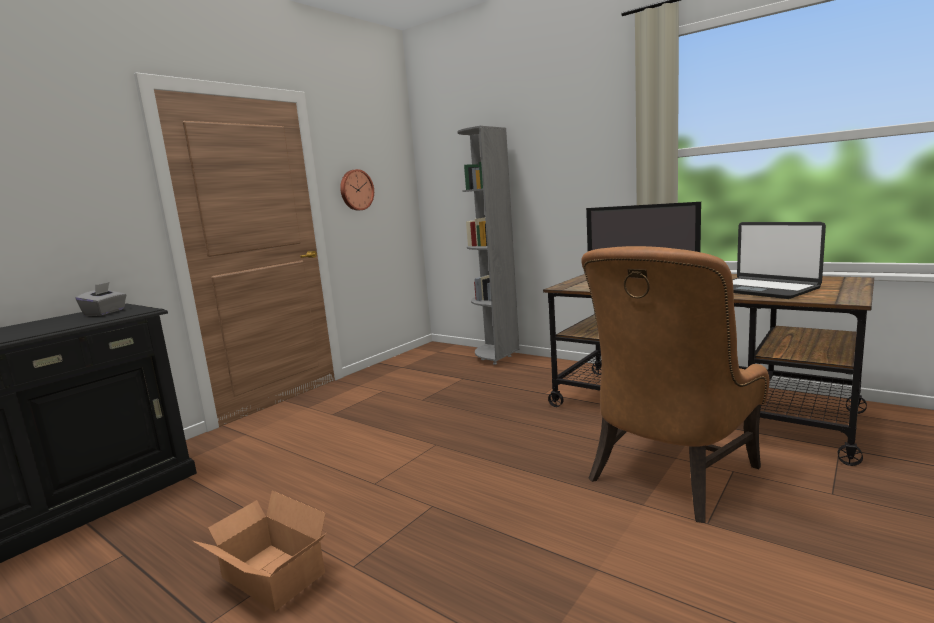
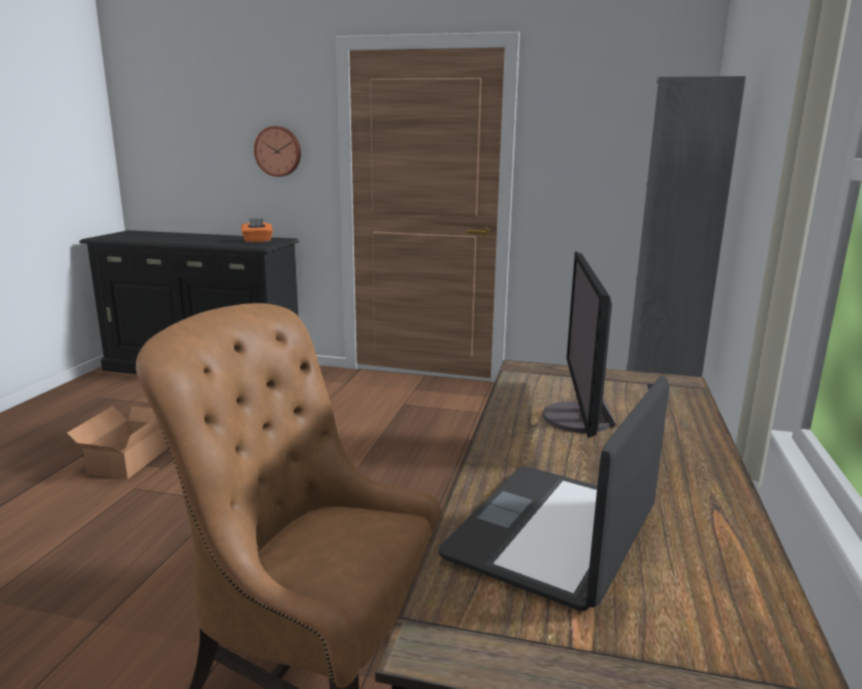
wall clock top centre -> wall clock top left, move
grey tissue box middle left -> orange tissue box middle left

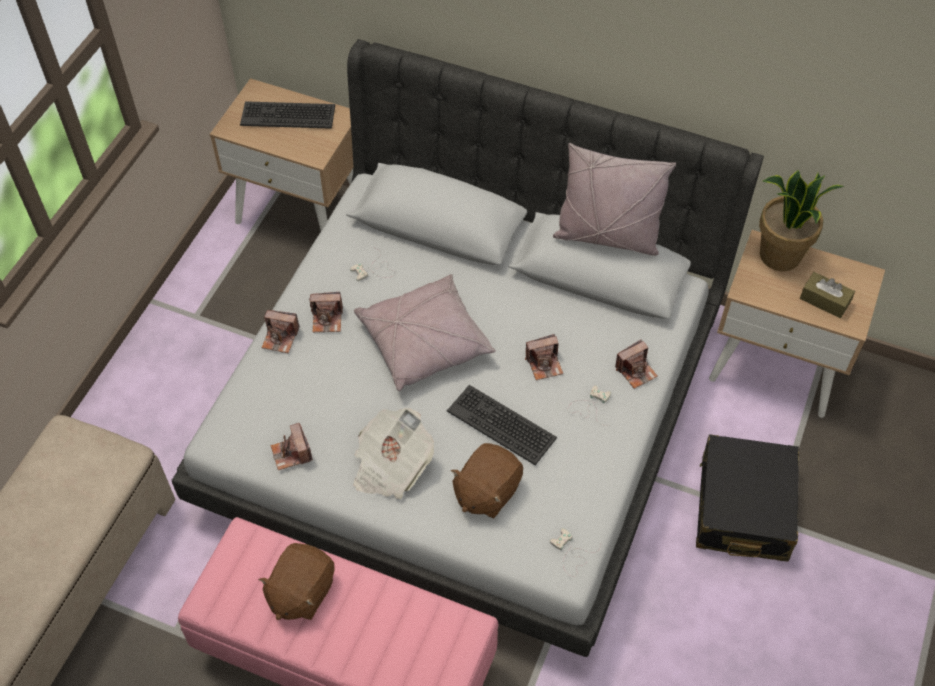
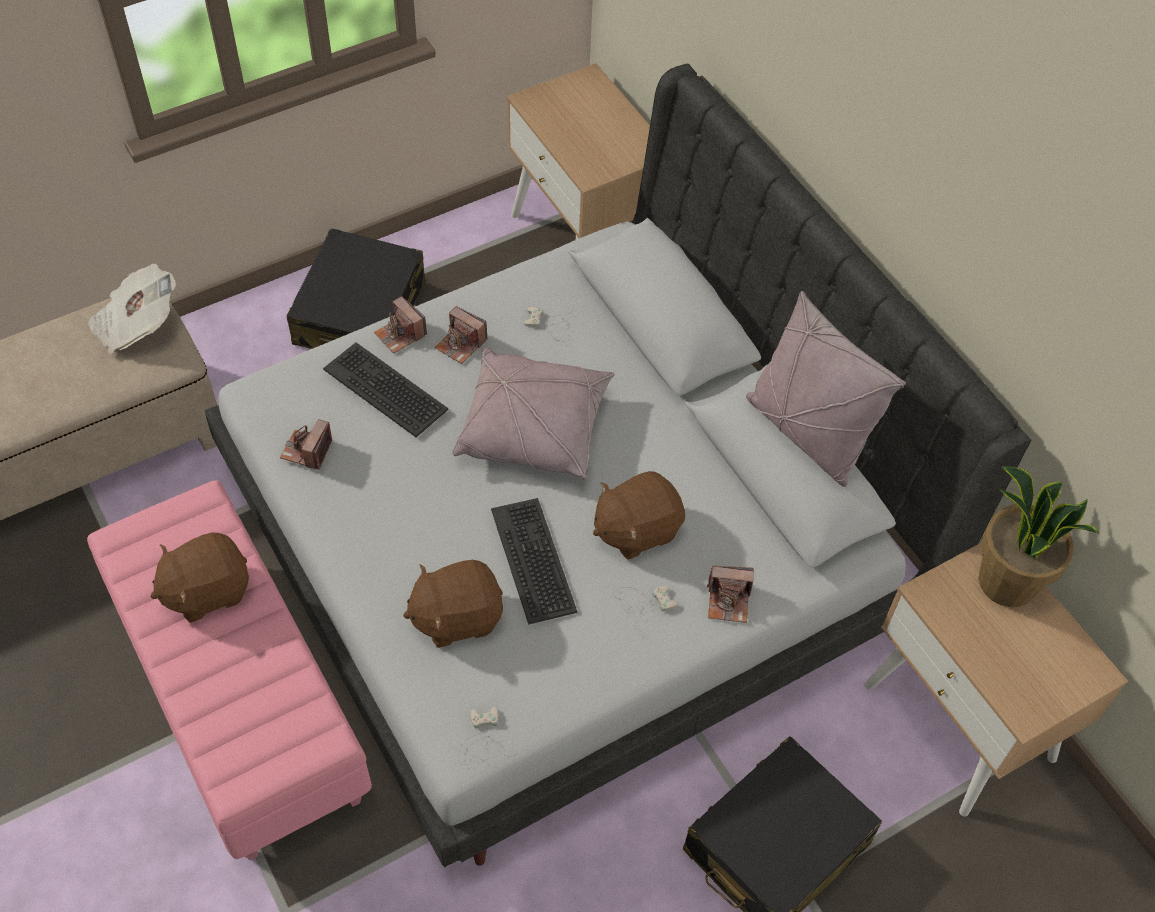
keyboard (1st from left) top left -> keyboard (1st from left) centre, move
brown tissue box middle right -> none
photo camera (4th from left) centre -> brown plush toy (3rd from left) centre
newspaper centre -> newspaper middle left, move
none -> black suitcase (1st from left) top left

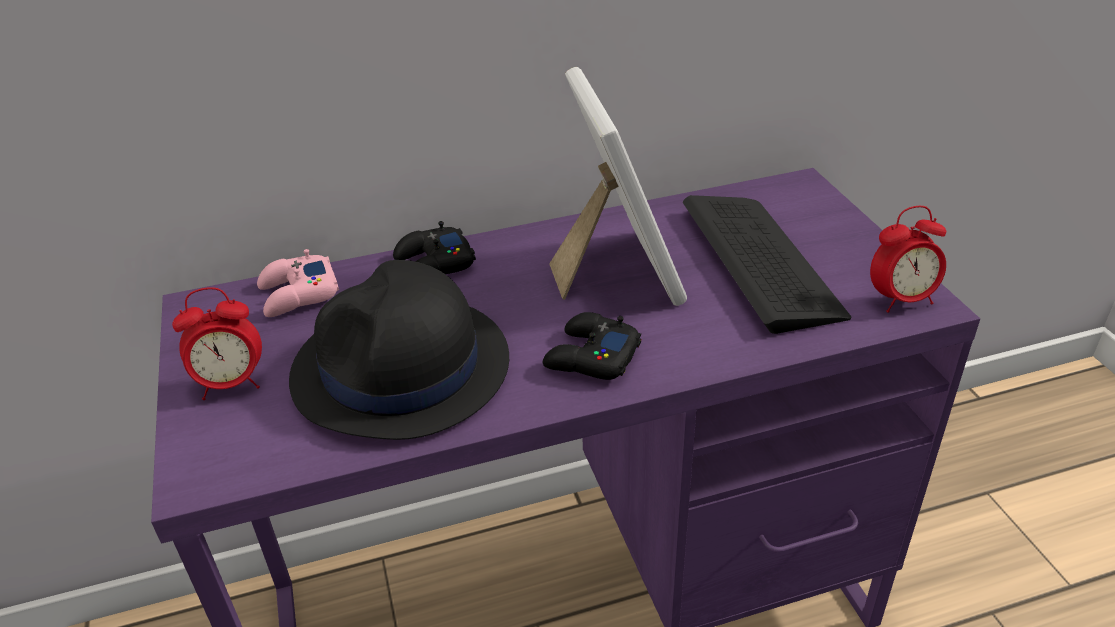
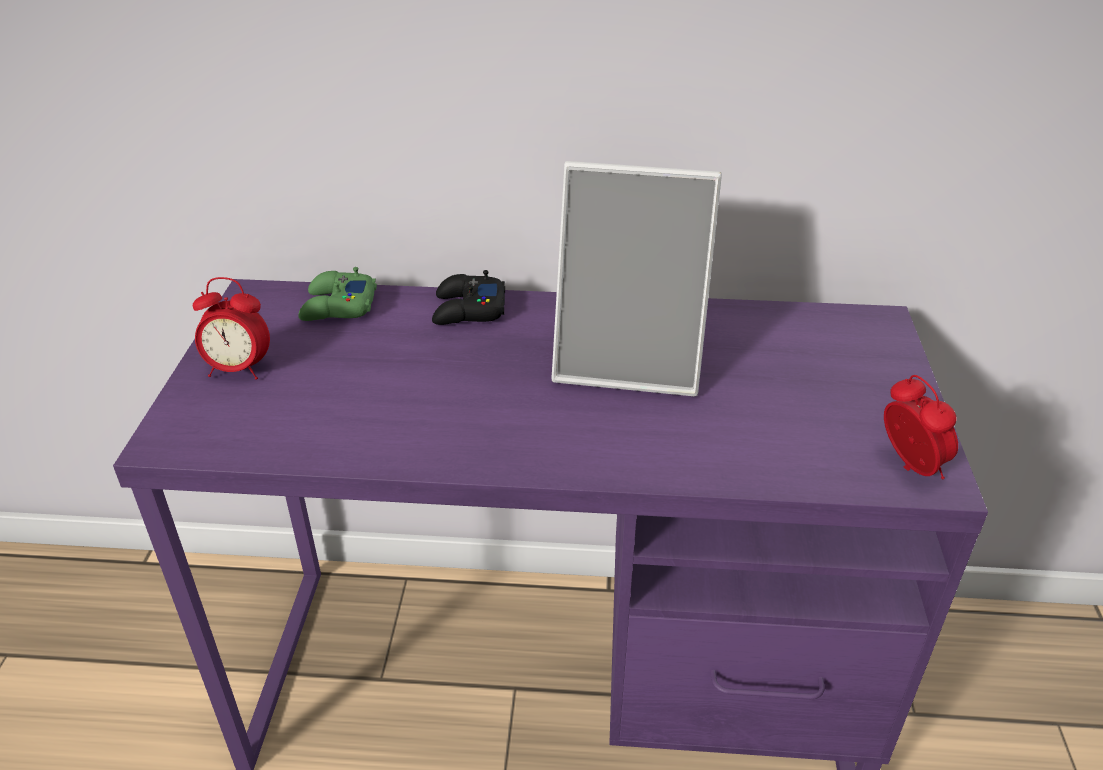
picture frame top centre -> picture frame centre, 90 degrees clockwise
keyboard middle right -> none
alarm clock (2nd from left) middle right, 120 degrees counterclockwise
pink game controller middle left -> green game controller middle left
black hat centre -> none
black game controller (2nd from left) centre -> none

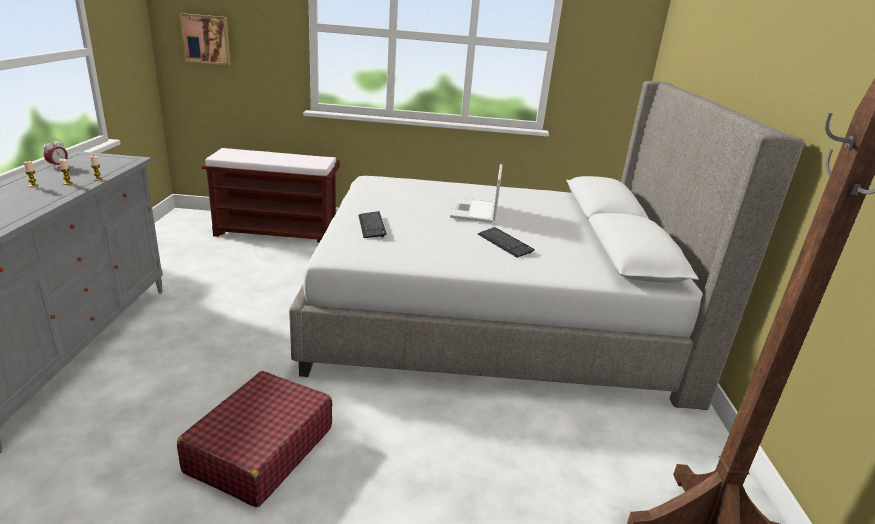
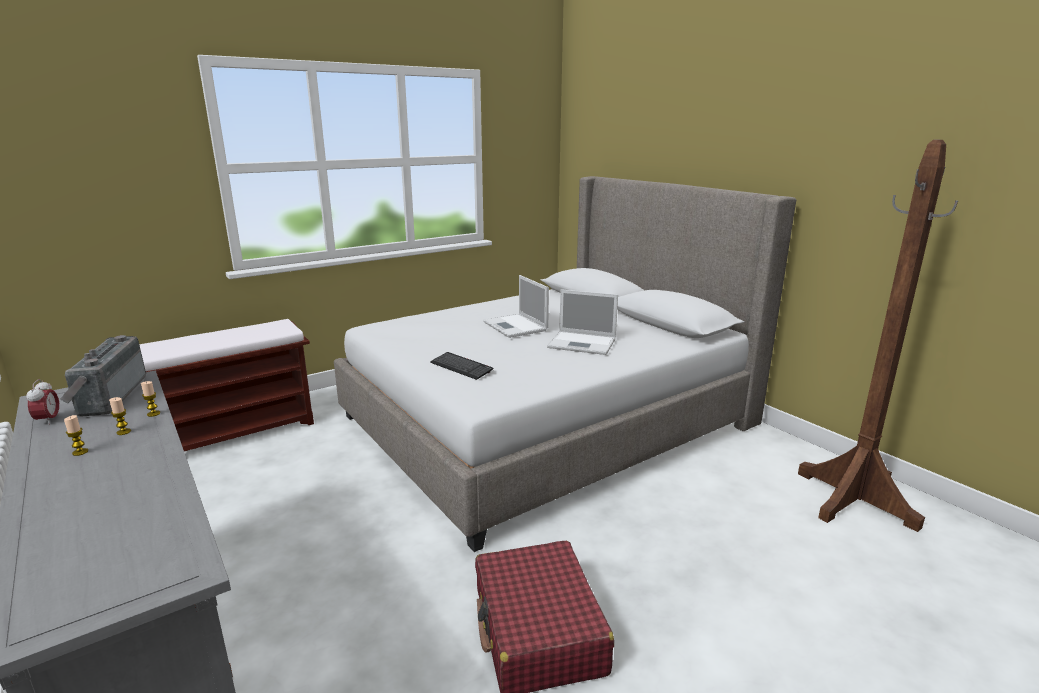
picture top left -> none
keyboard (2nd from left) centre -> laptop (2nd from left) centre
none -> radio middle left

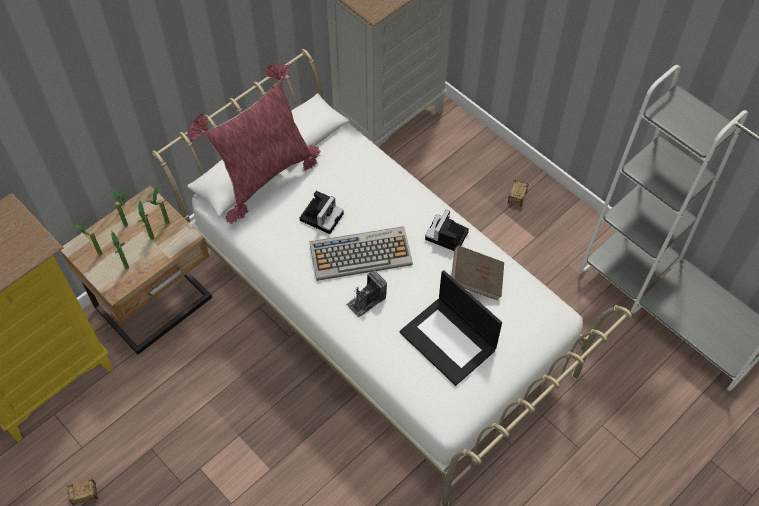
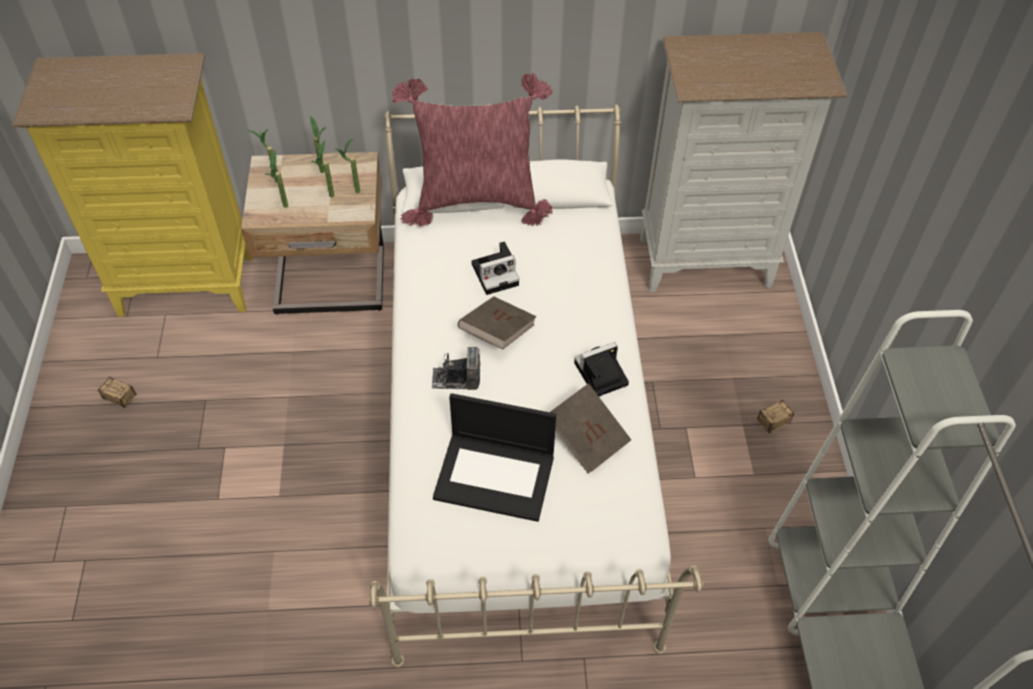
keyboard centre -> brown book (1st from left) centre
laptop centre, 75 degrees counterclockwise

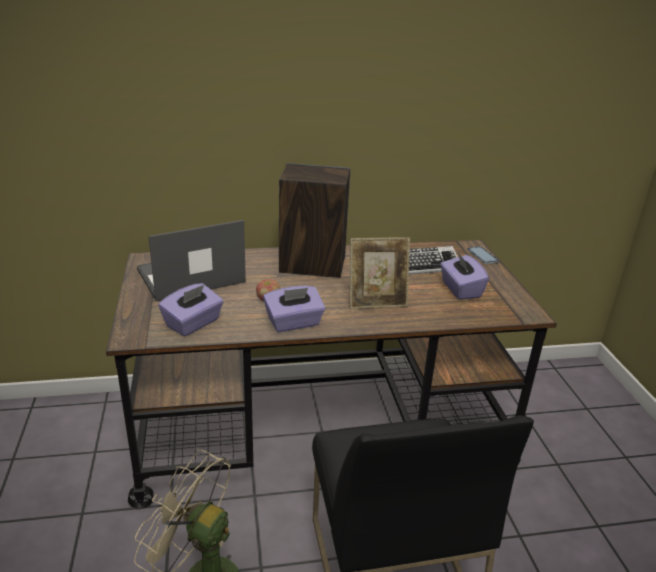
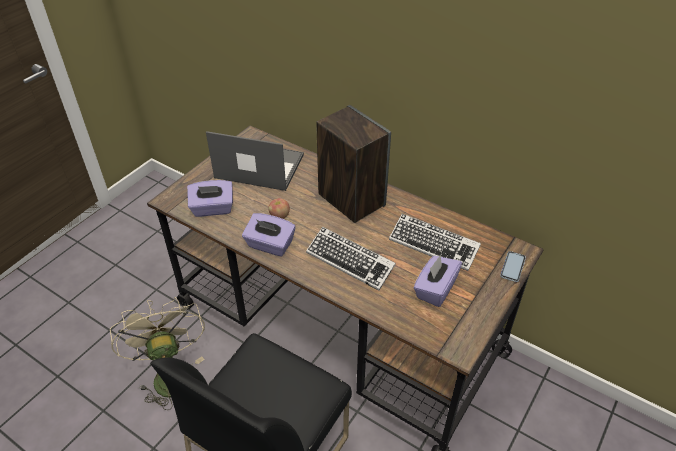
picture frame centre -> keyboard (1st from left) centre

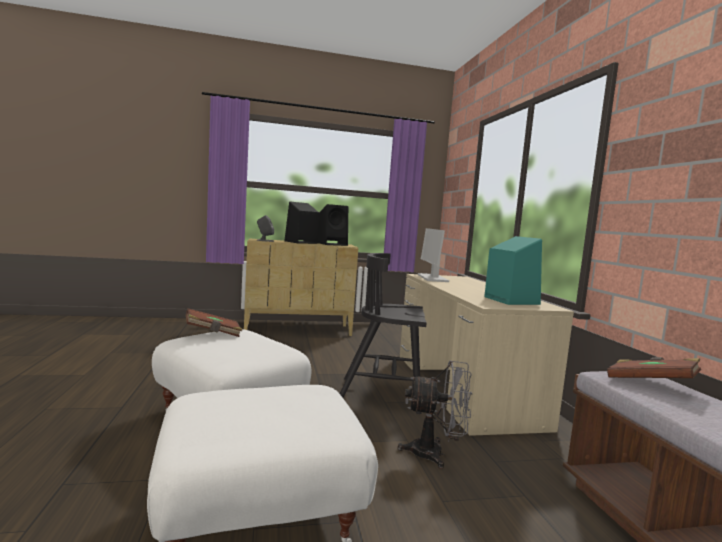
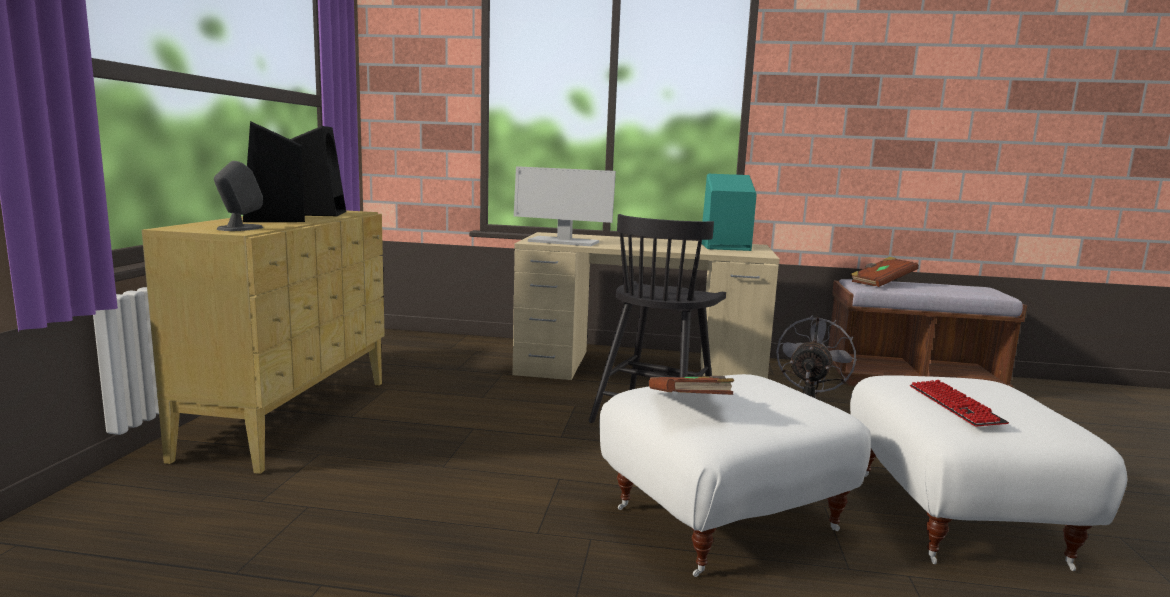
none -> keyboard bottom right

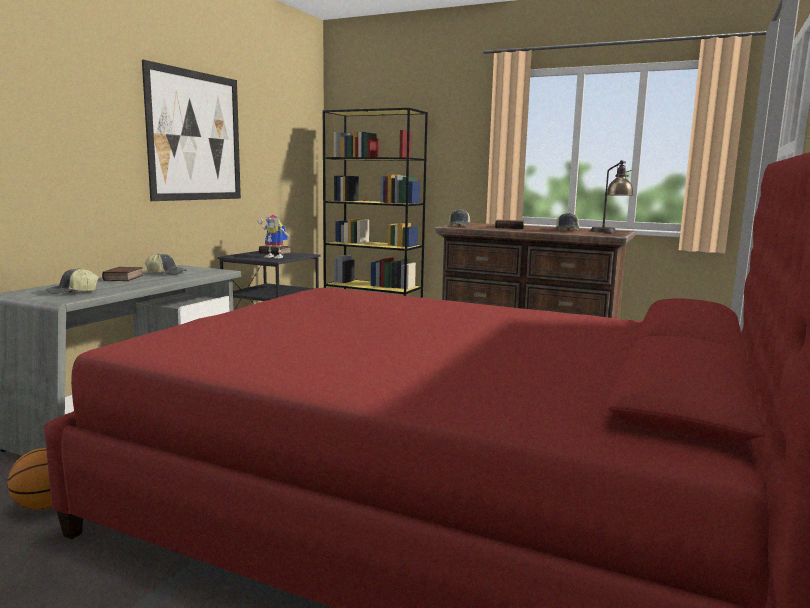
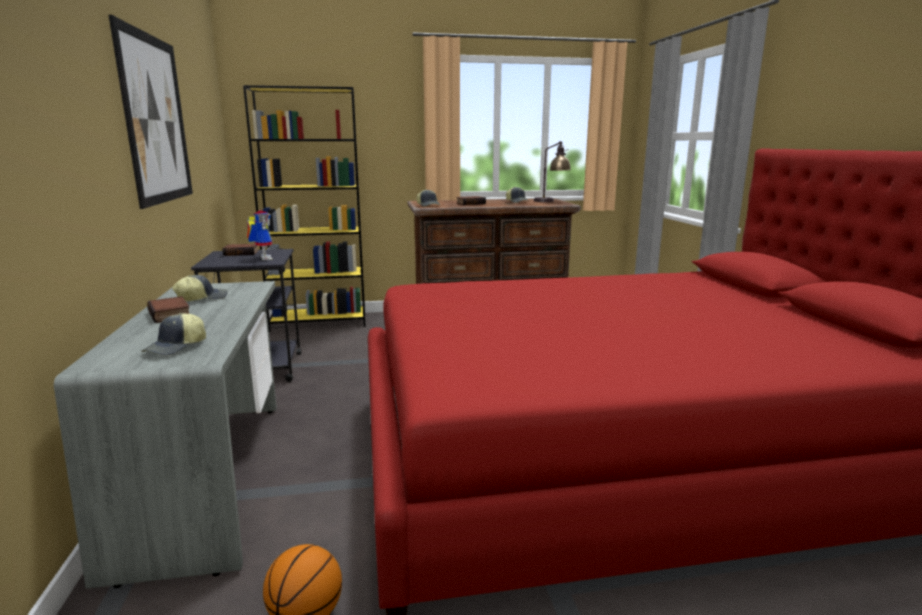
toy robot centre -> toy robot middle left, 105 degrees counterclockwise

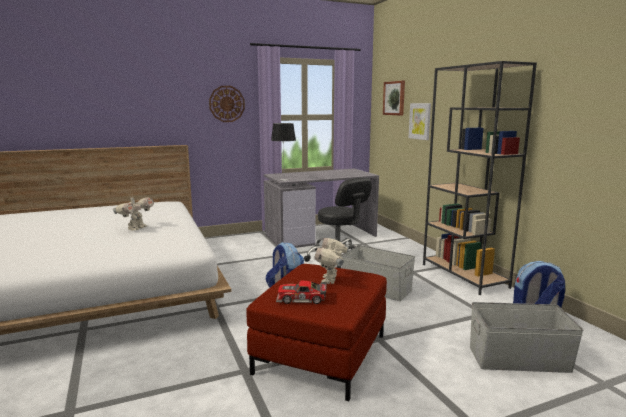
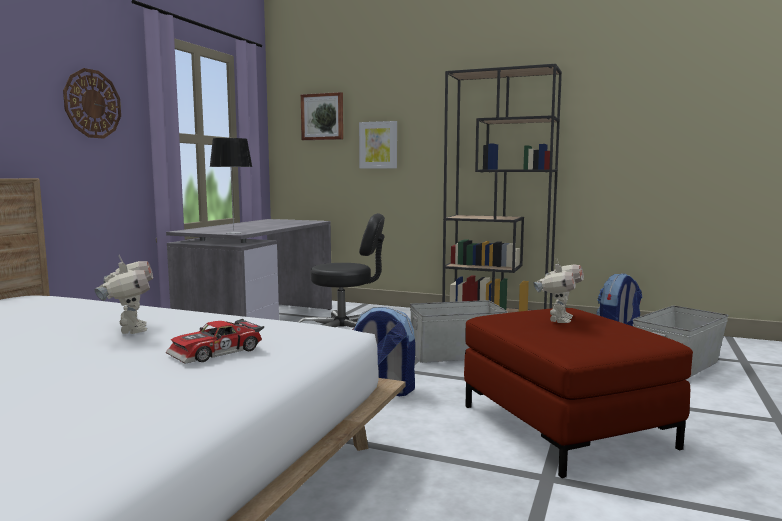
toy robot (2nd from left) centre -> toy robot (2nd from left) middle right, 120 degrees counterclockwise
toy car bottom centre -> toy car middle left, move

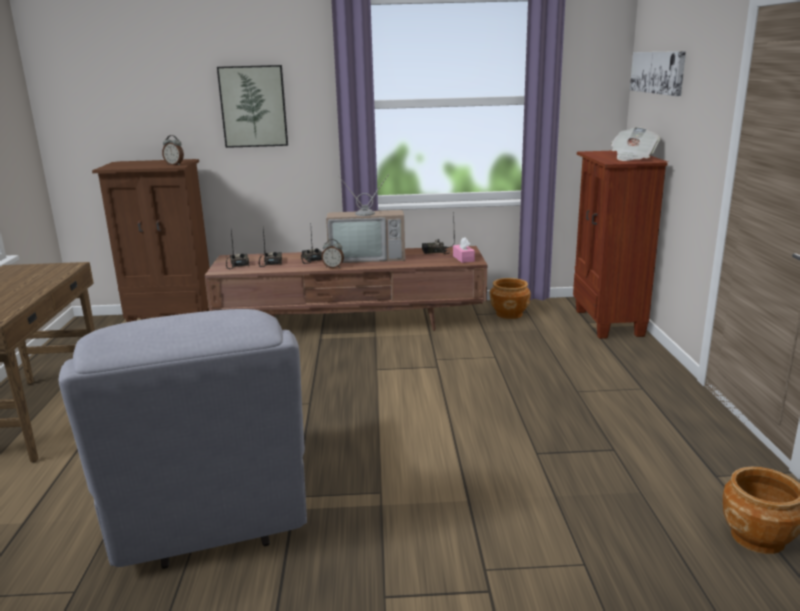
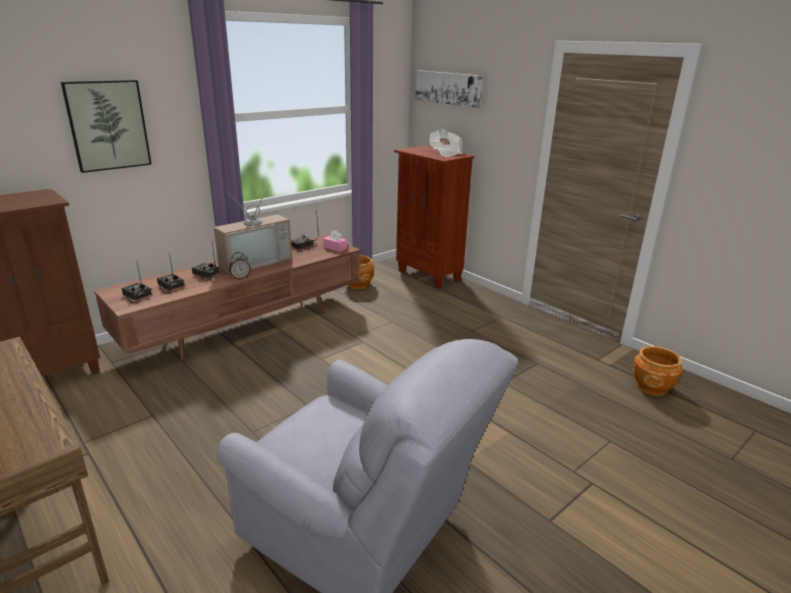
alarm clock (1st from left) top left -> none

